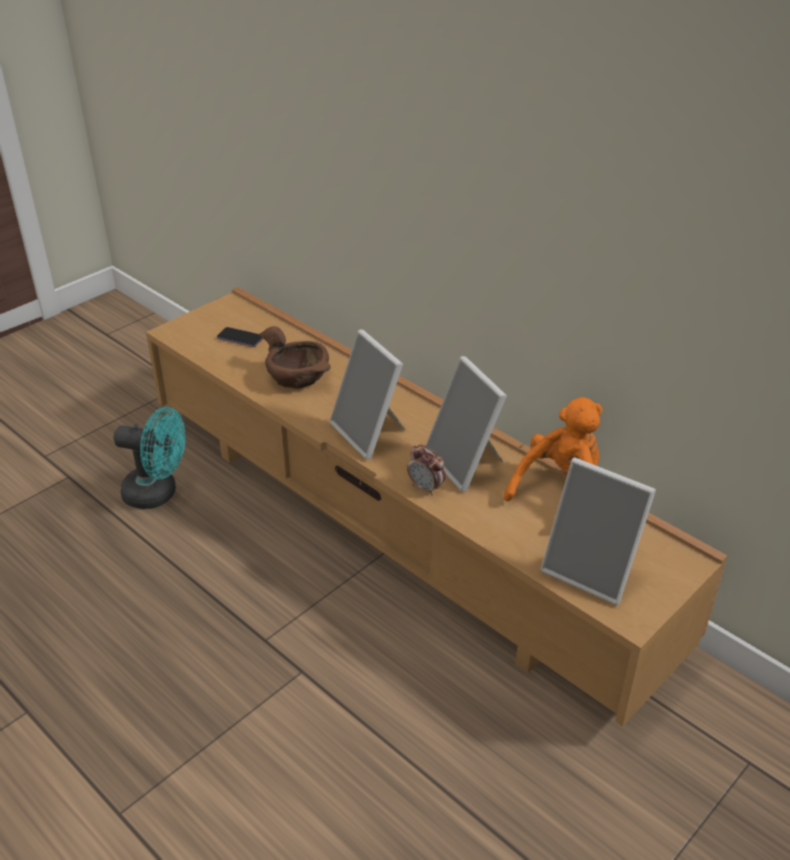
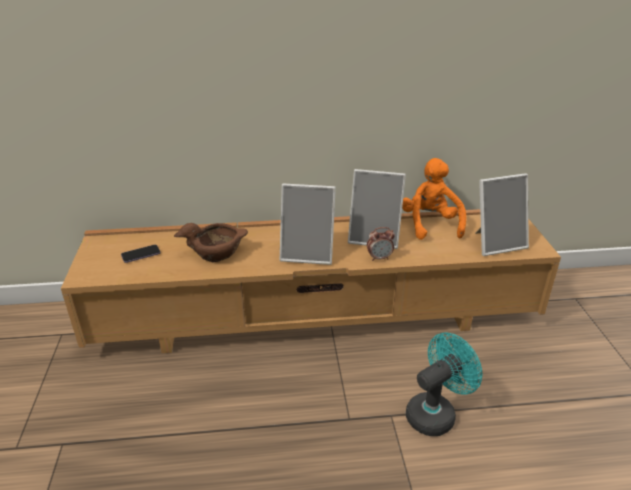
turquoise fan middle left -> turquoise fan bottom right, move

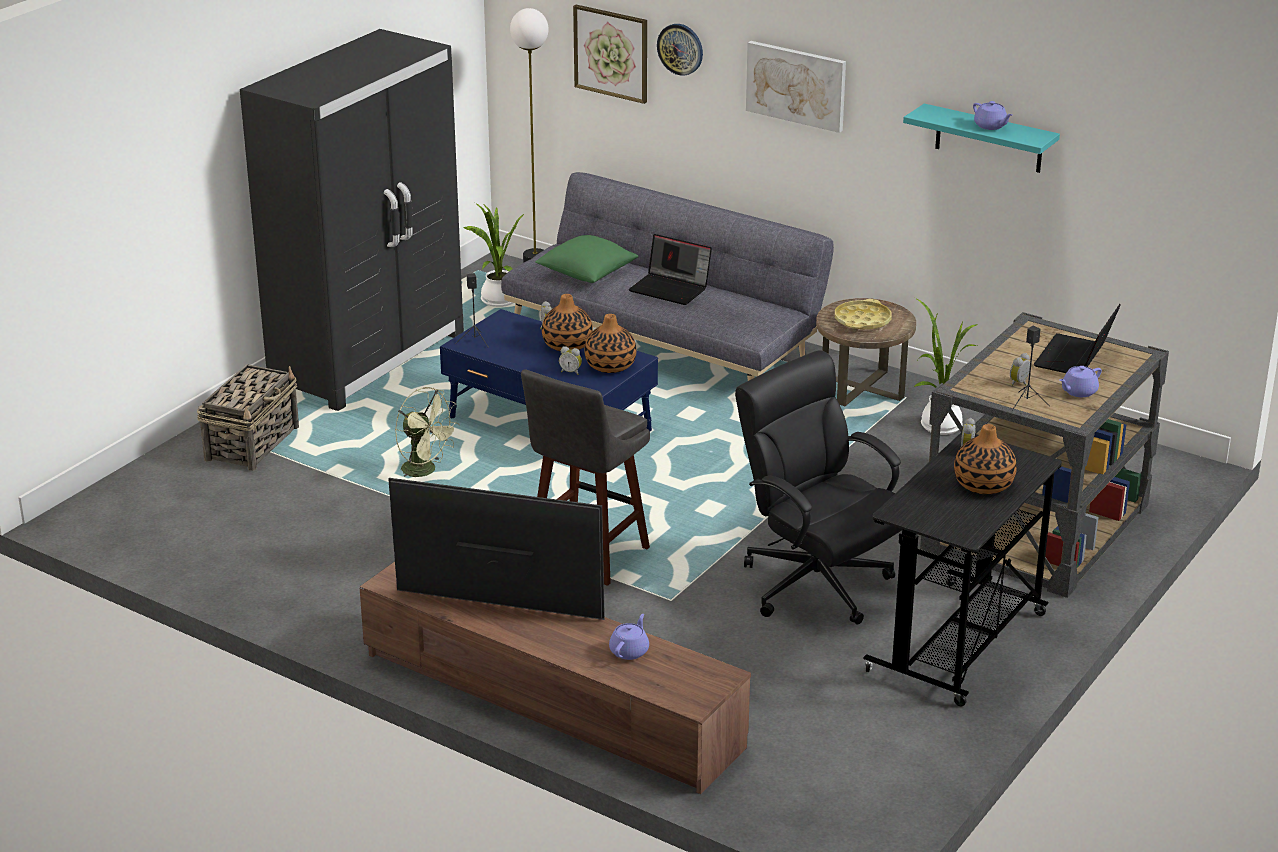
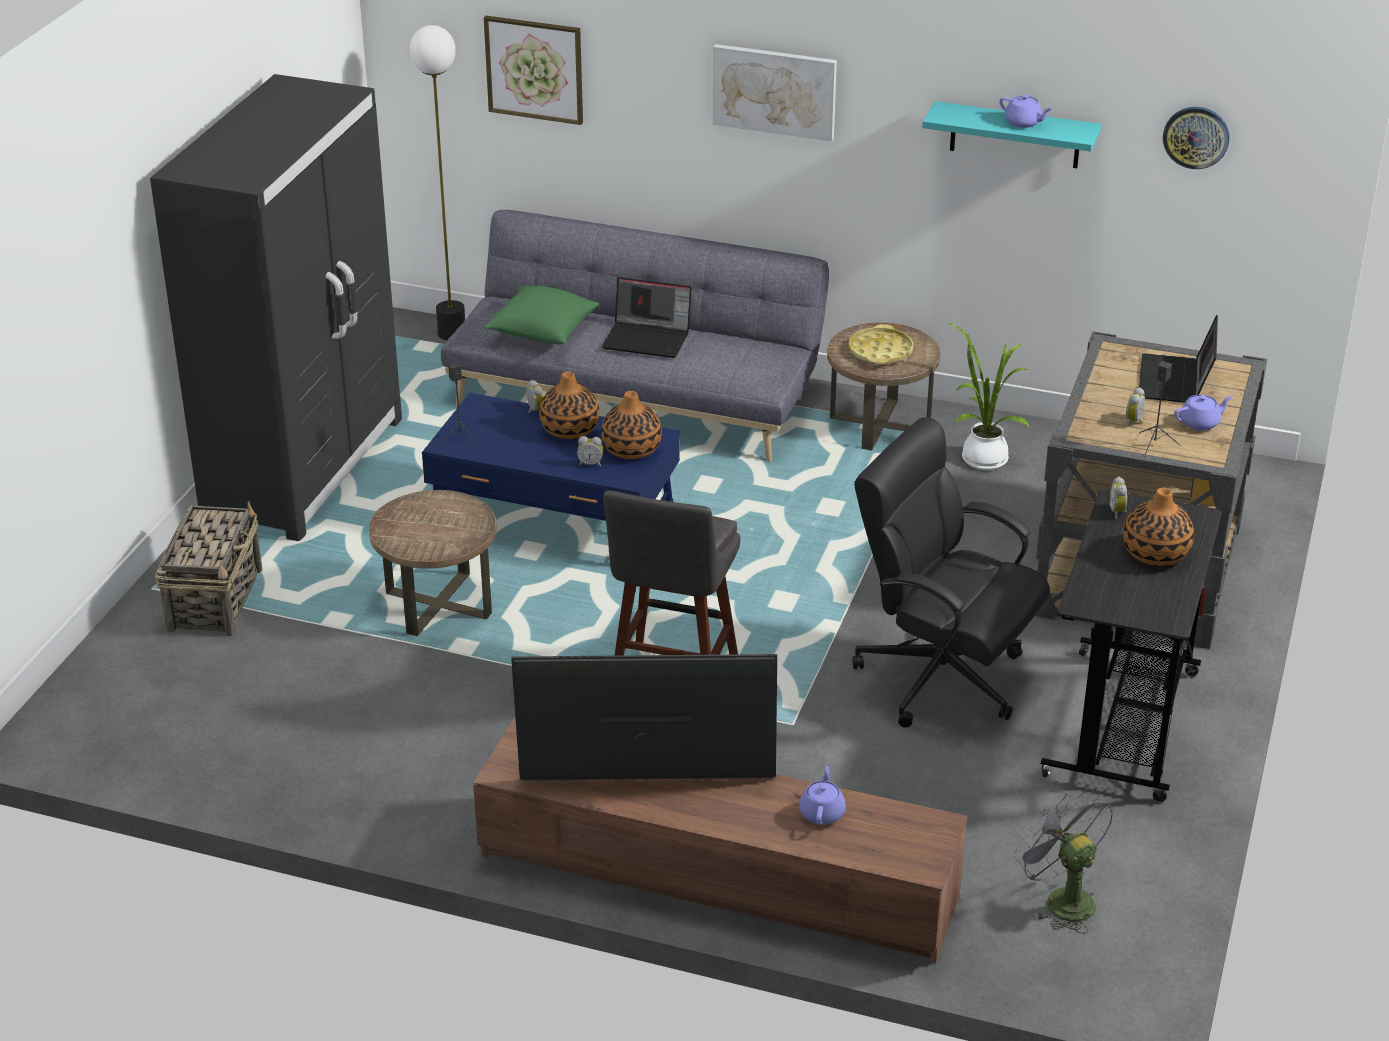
wall clock top centre -> wall clock top right, move
potted plant (1st from left) top centre -> none
purple teapot (3rd from left) middle right, 150 degrees counterclockwise
green fan centre -> brown side table (1st from left) middle left
none -> grey fan bottom right

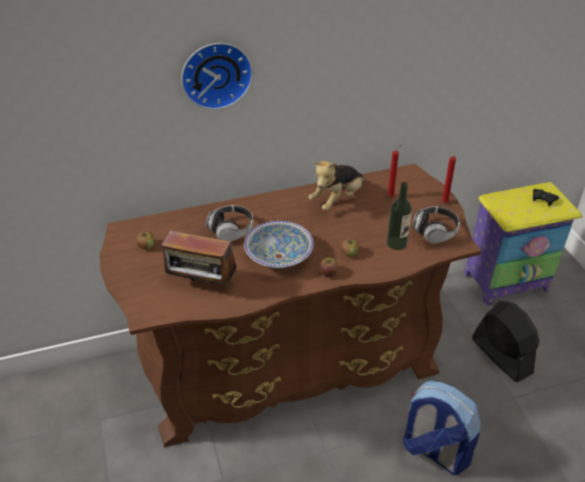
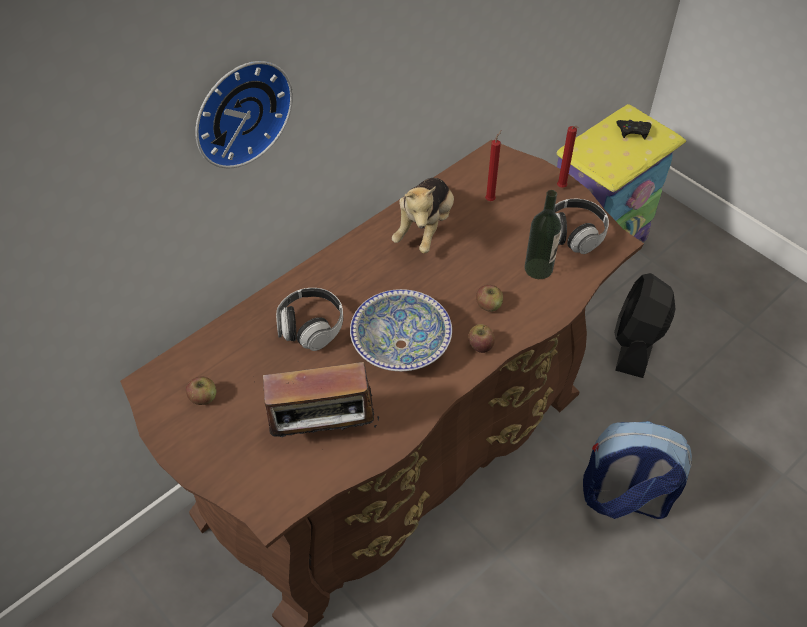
black fan bottom right -> black fan middle right, 105 degrees counterclockwise

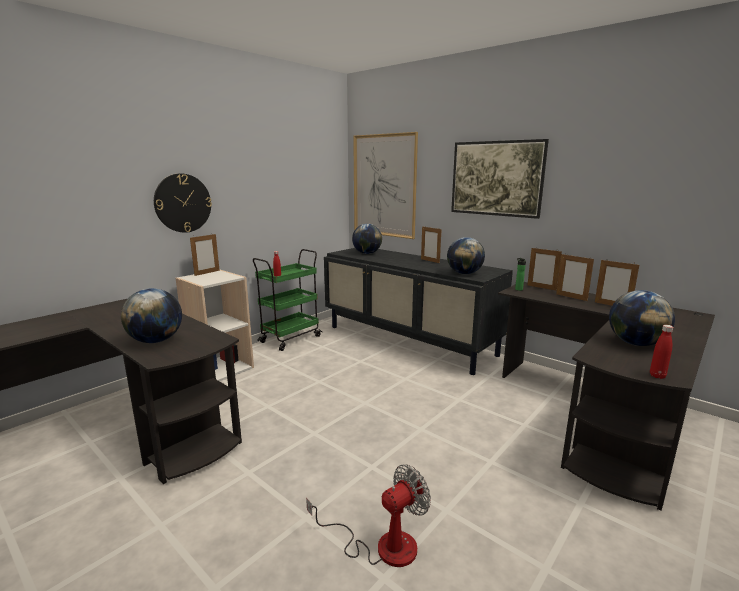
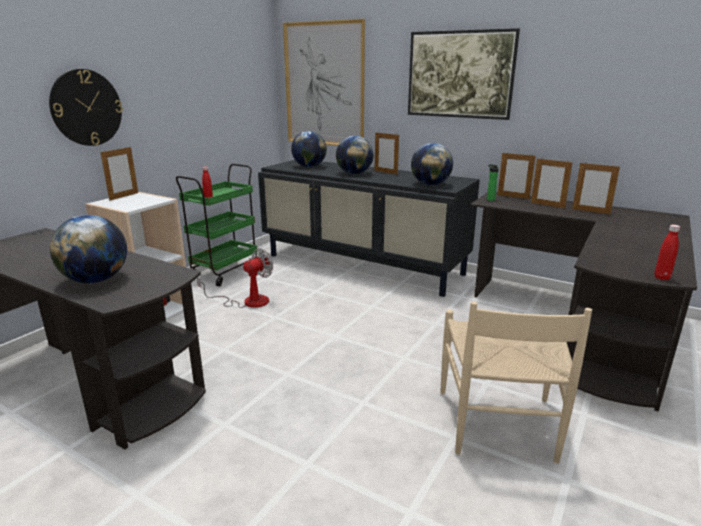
globe (4th from left in the first image) middle right -> globe (3rd from left) top centre, move
fan bottom centre -> fan centre, move
none -> beige chair bottom right

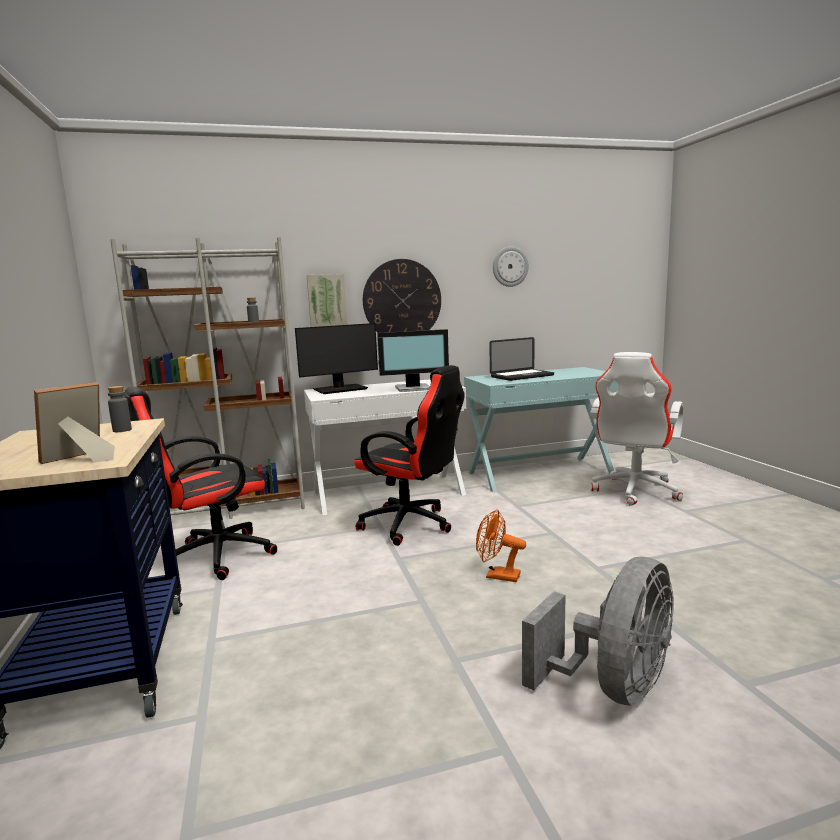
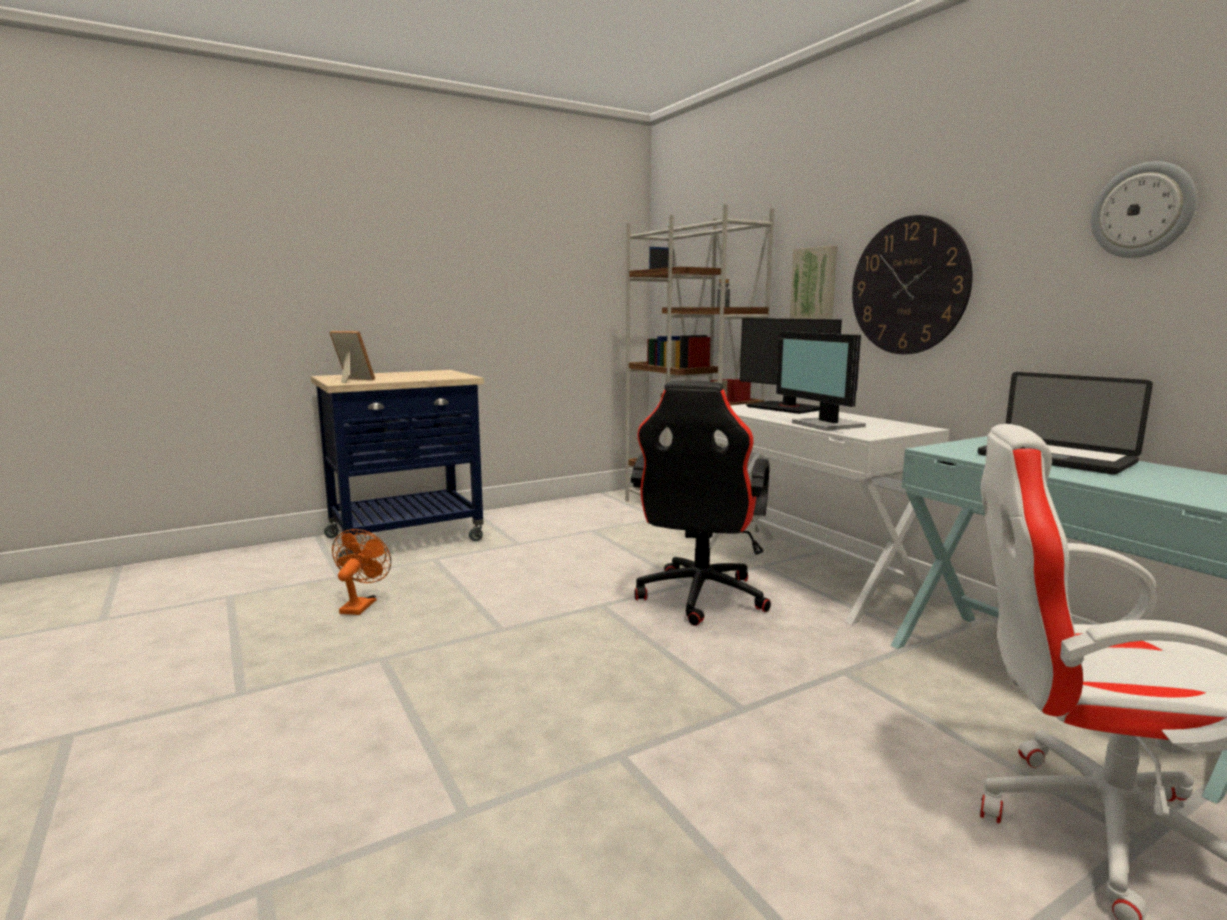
grey bottle (1st from left) middle left -> none
black office chair (1st from left) middle left -> none
orange fan centre -> orange fan middle left, move
grey fan bottom right -> none

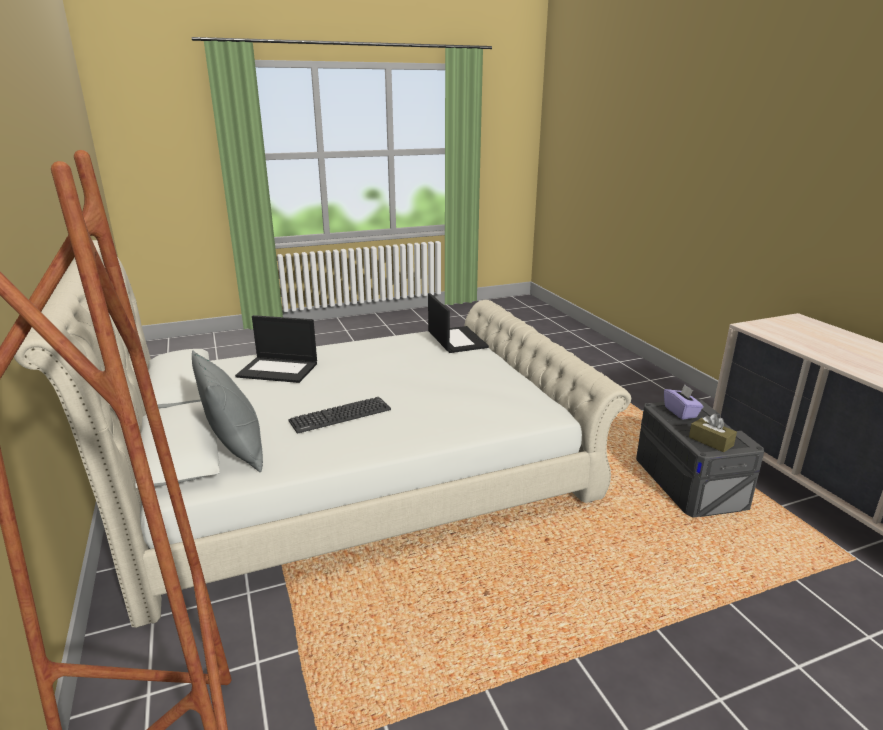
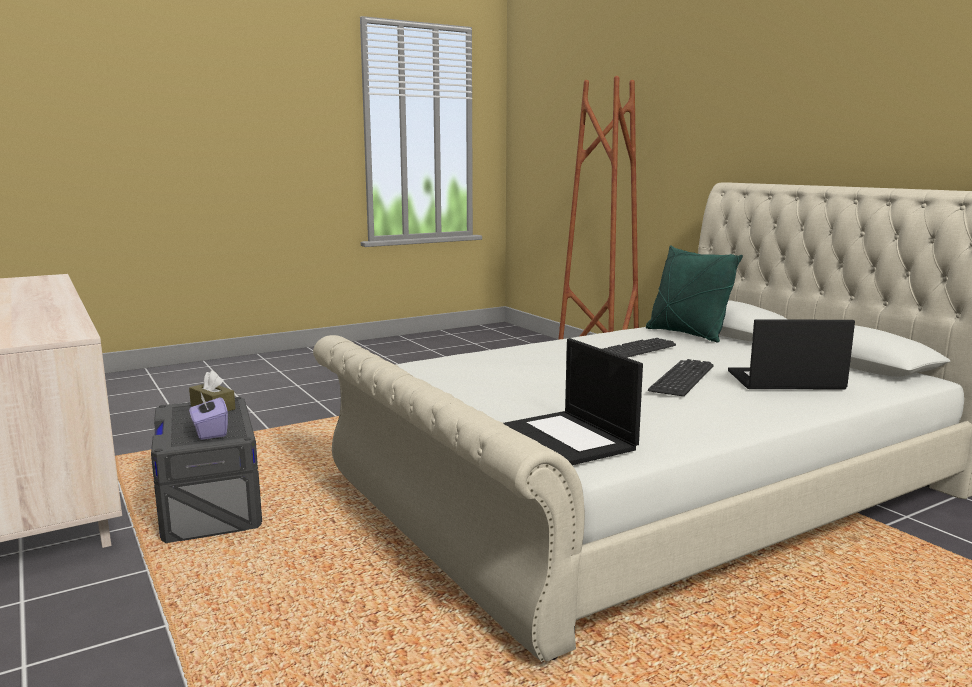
grey pillow middle left -> green pillow middle right
none -> keyboard (2nd from left) middle right

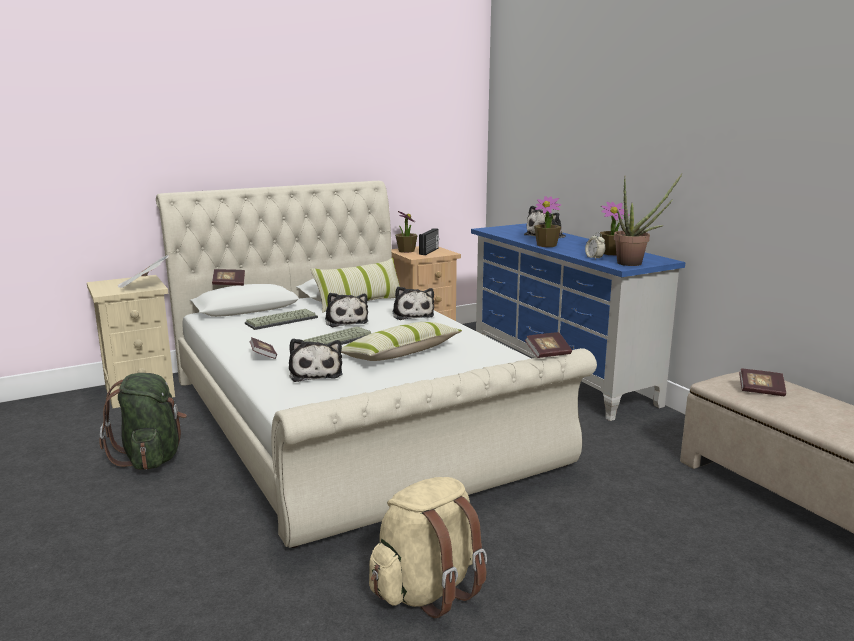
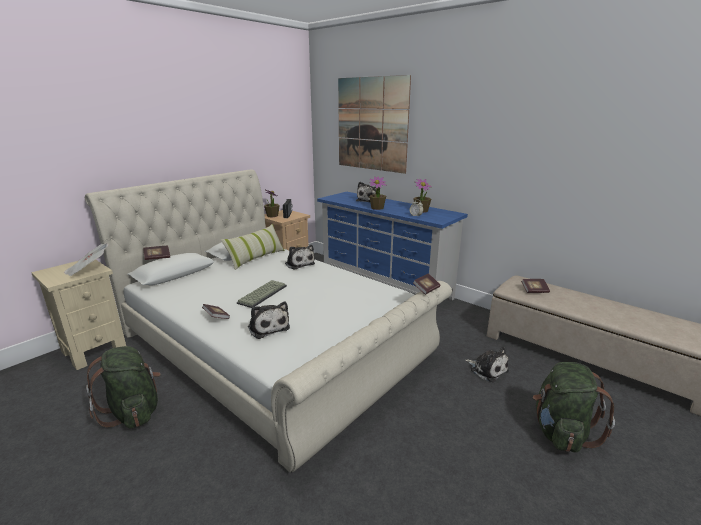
potted plant (4th from left) middle right -> none
plush toy (2nd from left in the first image) centre -> plush toy (4th from left) bottom right, move
keyboard (1st from left) middle left -> none
pillow (2nd from left) centre -> none
beige backpack bottom centre -> none
none -> picture top centre
none -> green backpack (2nd from left) bottom right

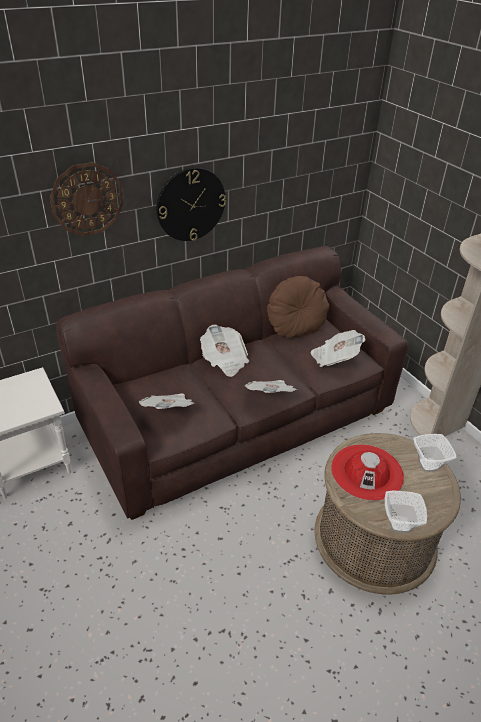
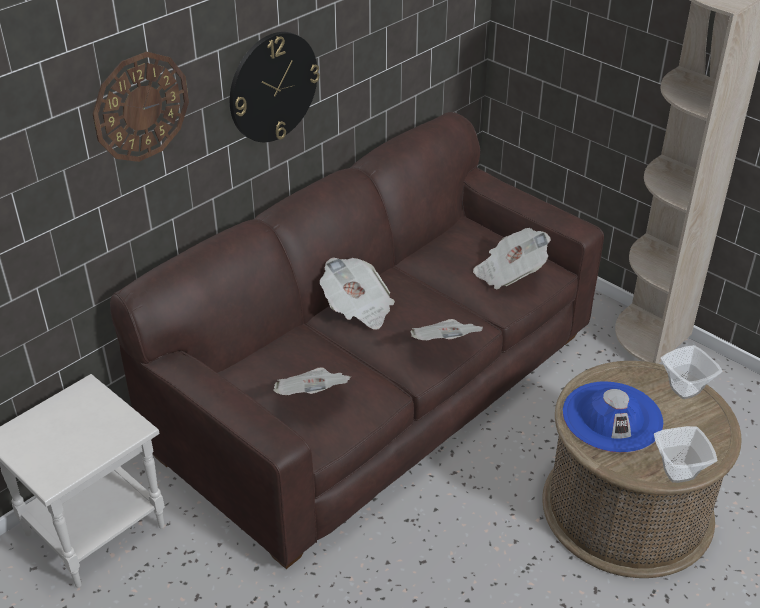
brown pillow centre -> none
red hat middle right -> blue hat bottom right

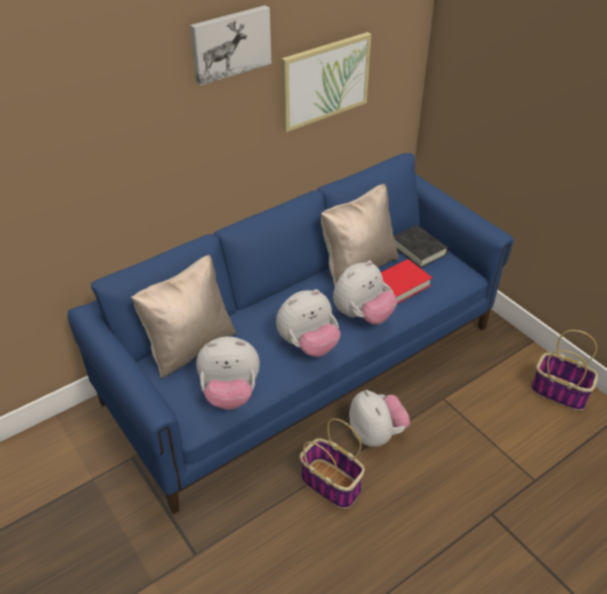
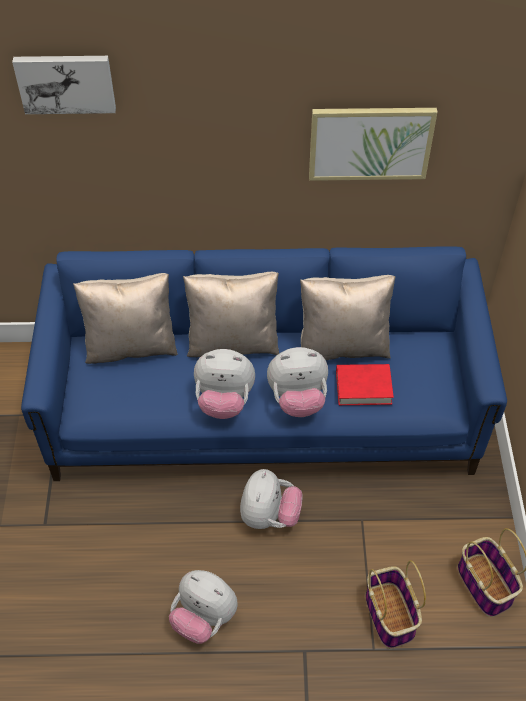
picture (1st from left) top centre -> picture (1st from left) top left, move
black book middle right -> none
plush toy (1st from left) centre -> plush toy (1st from left) bottom centre, move
basket (1st from left) bottom centre -> basket (1st from left) bottom right, move
none -> beige pillow (2nd from left) centre

